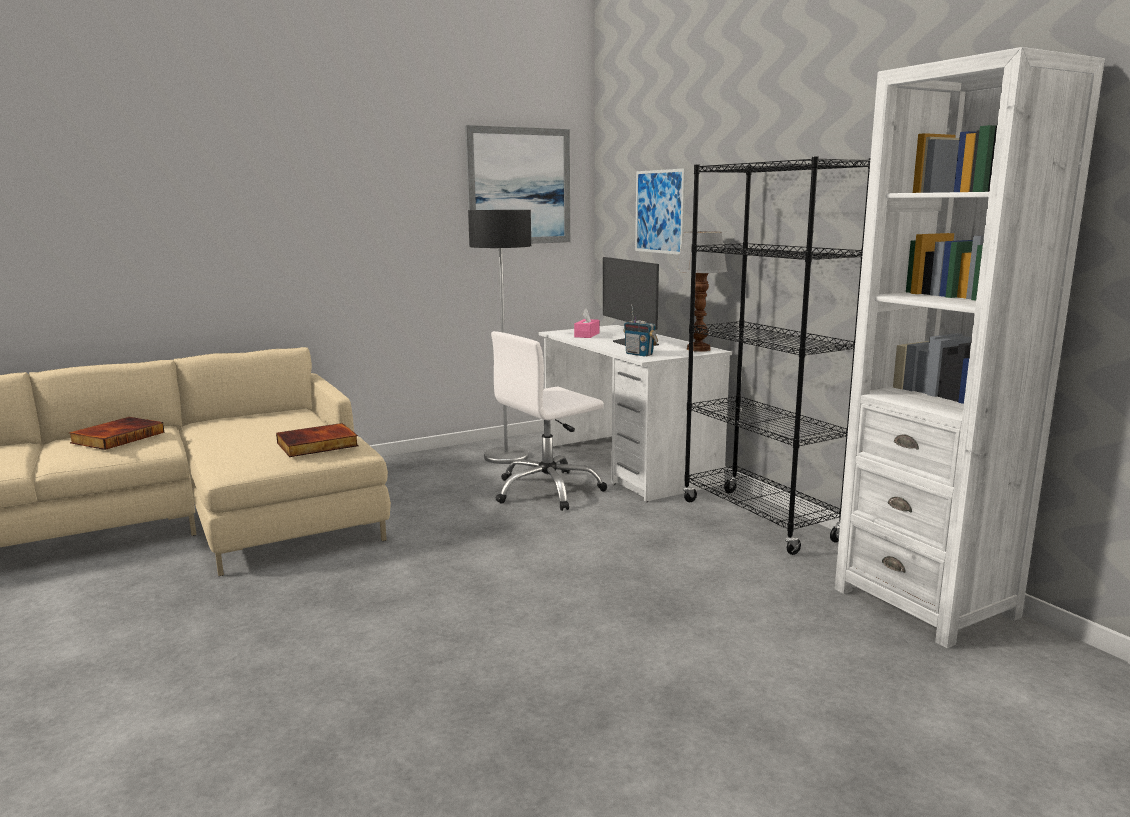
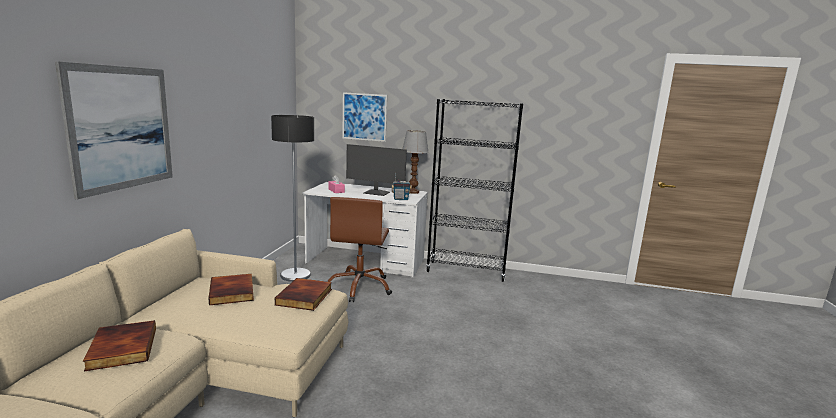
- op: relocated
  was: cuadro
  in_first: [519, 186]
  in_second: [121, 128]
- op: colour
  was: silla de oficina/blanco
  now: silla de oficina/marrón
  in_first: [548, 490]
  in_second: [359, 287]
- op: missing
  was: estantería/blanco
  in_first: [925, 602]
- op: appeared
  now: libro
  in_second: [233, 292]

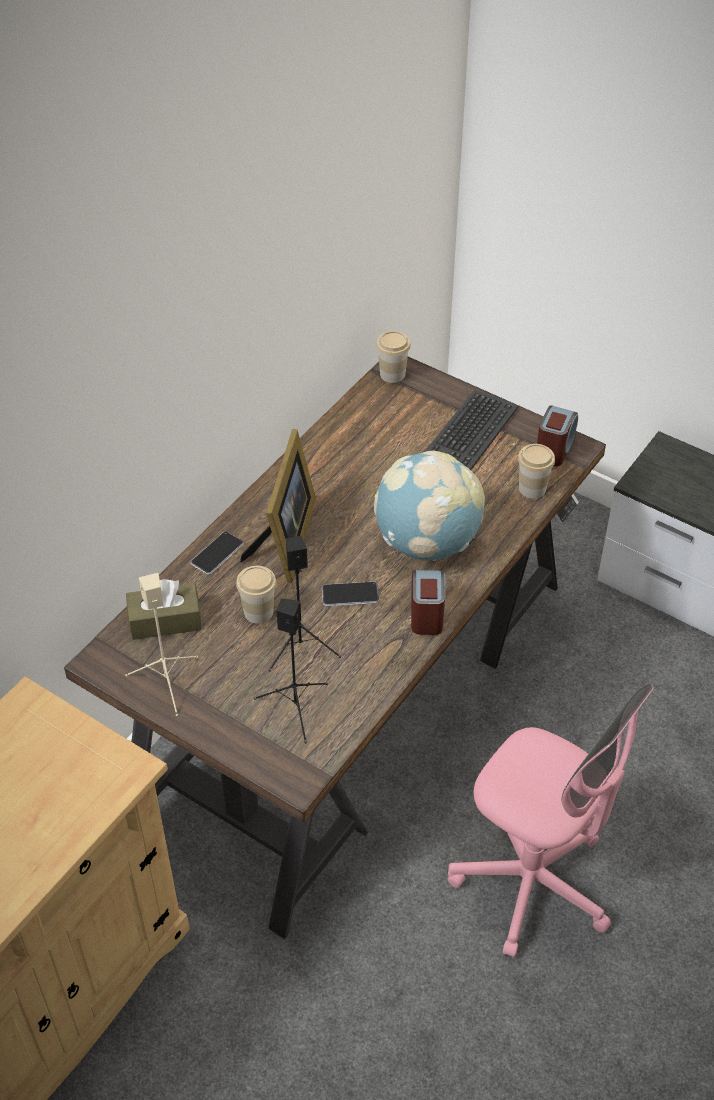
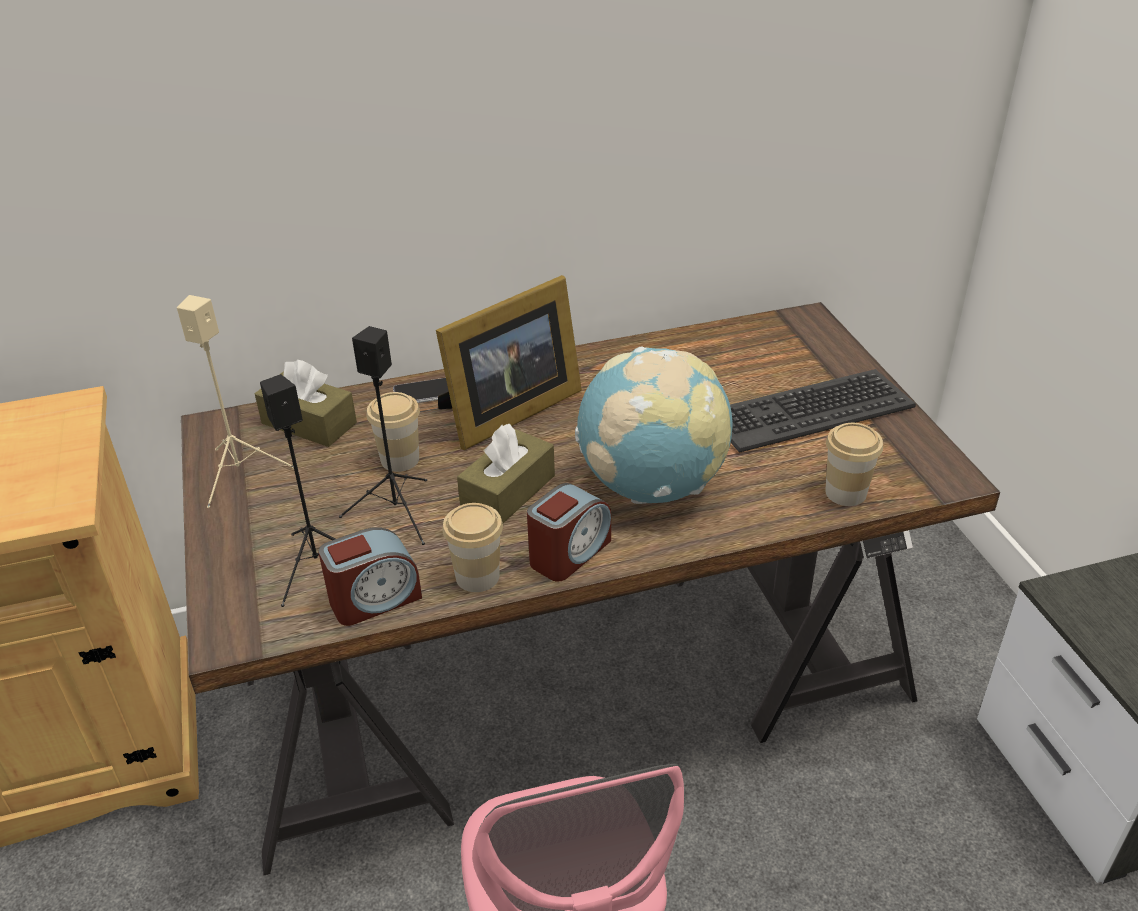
- op: exchanged
  was: móvil
  now: caja de pañuelos/marrón
  in_first: [350, 595]
  in_second: [508, 492]
- op: relocated
  was: taza
  in_first: [392, 374]
  in_second: [477, 576]
- op: relocated
  was: despertador
  in_first: [554, 448]
  in_second: [374, 599]

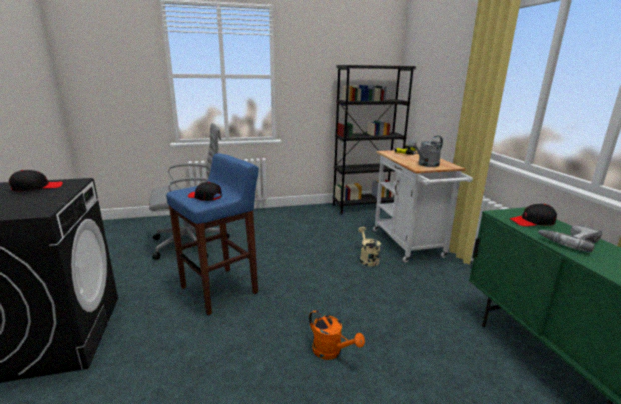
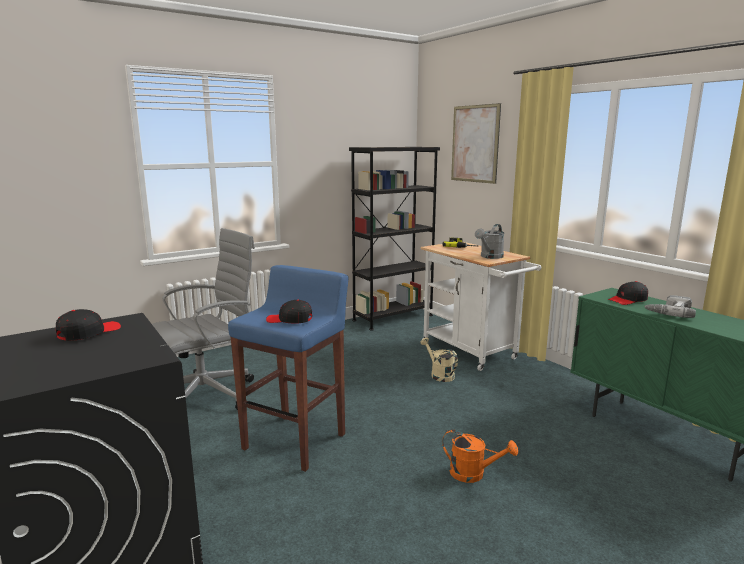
- op: appeared
  now: cuadro
  in_second: [474, 144]

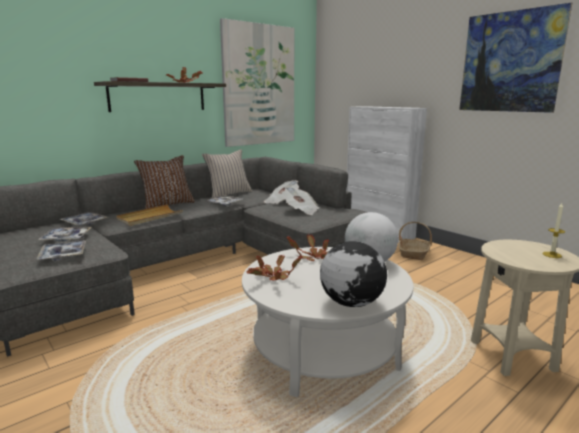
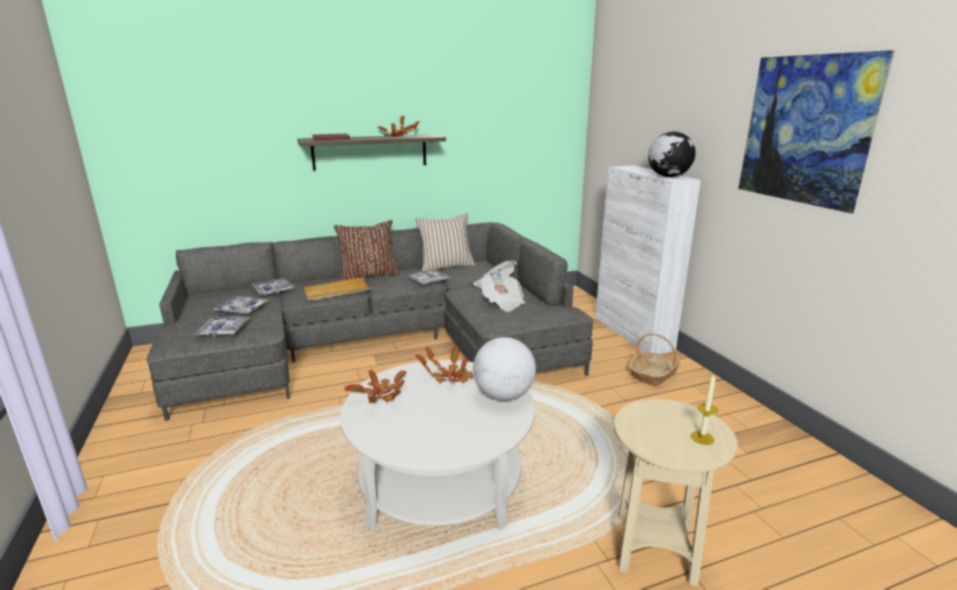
- op: missing
  was: cuadro
  in_first: [259, 85]
- op: relocated
  was: globo terráqueo
  in_first: [351, 303]
  in_second: [668, 176]

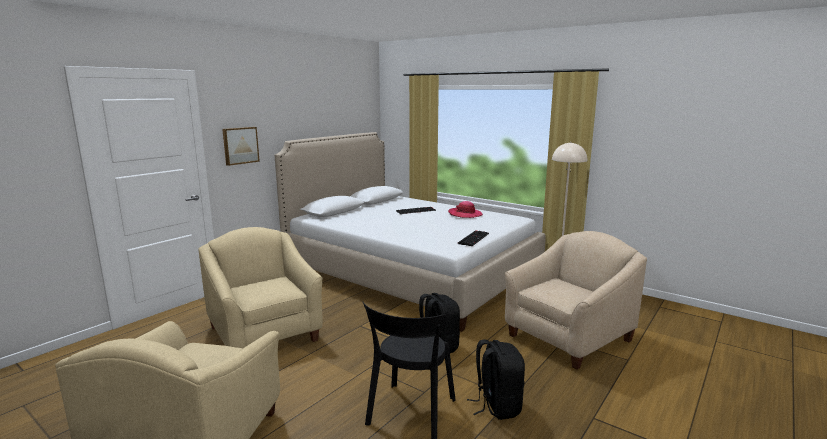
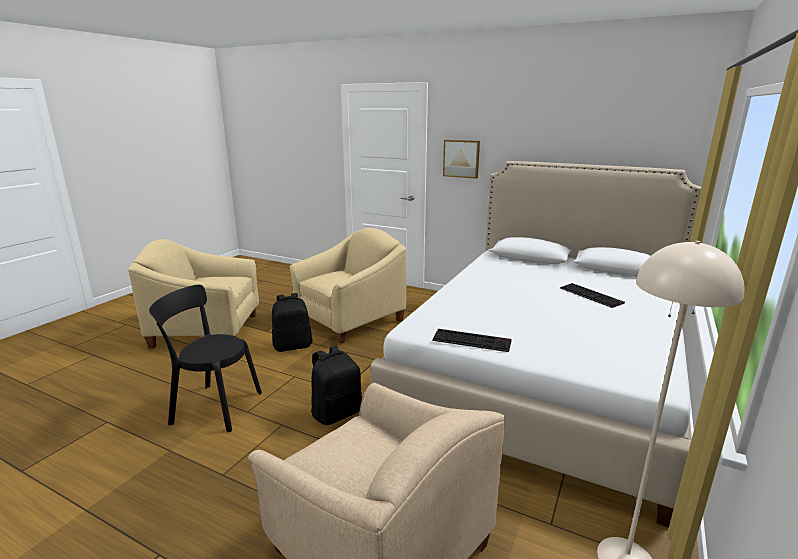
- op: missing
  was: sombrero
  in_first: [465, 214]
- op: relocated
  was: mochila/negro
  in_first: [497, 405]
  in_second: [293, 346]

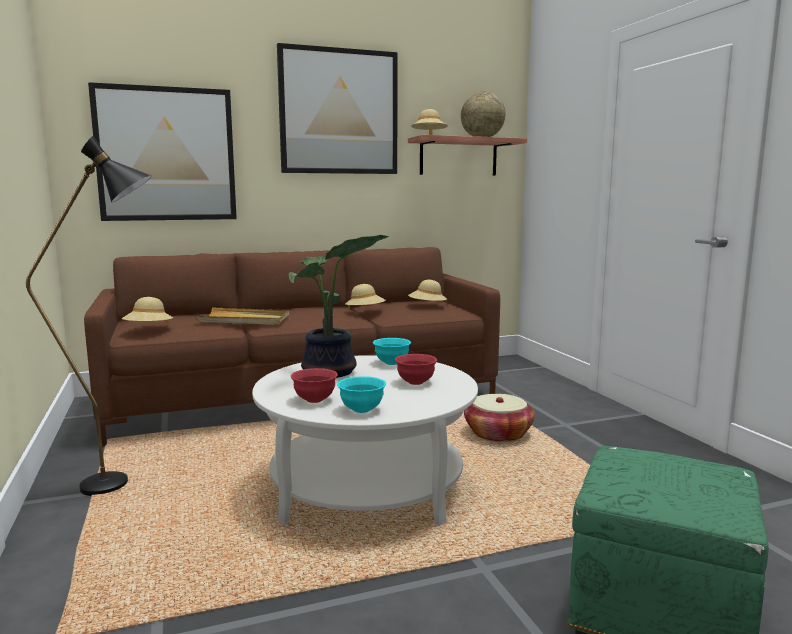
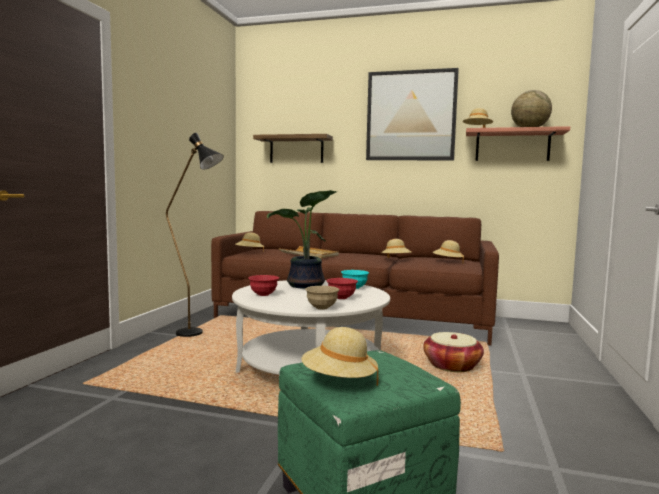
- op: exchanged
  was: cuadro
  now: estante
  in_first: [166, 154]
  in_second: [296, 149]
- op: missing
  was: cuenco/turquesa
  in_first: [361, 410]
- op: appeared
  now: sombrero/beis
  in_second: [339, 381]
- op: appeared
  now: cuenco/beis
  in_second: [321, 308]

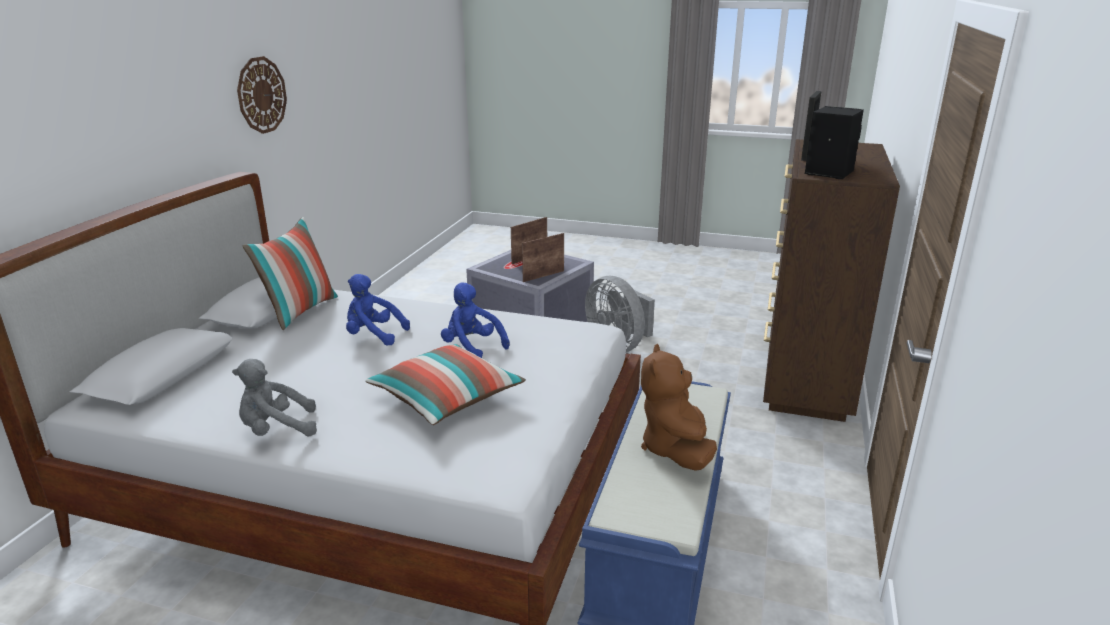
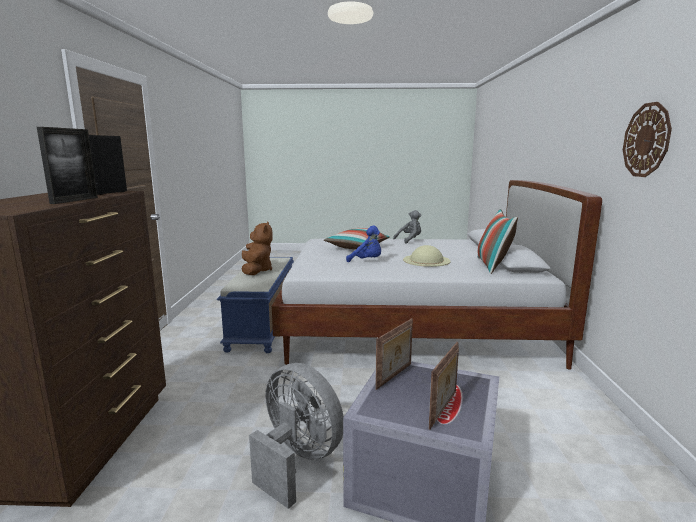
- op: exchanged
  was: peluche/azul
  now: sombrero/beis
  in_first: [373, 335]
  in_second: [426, 260]

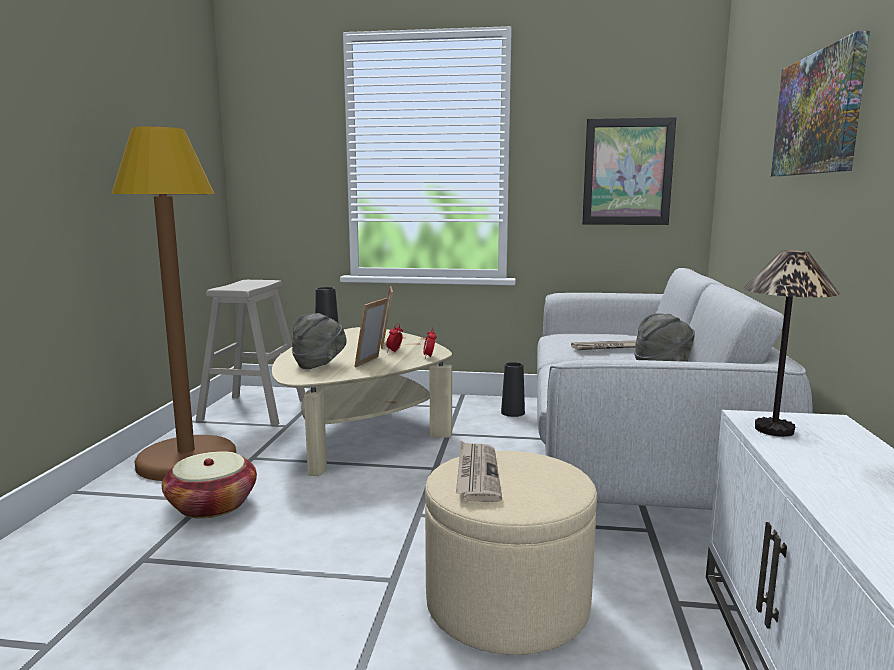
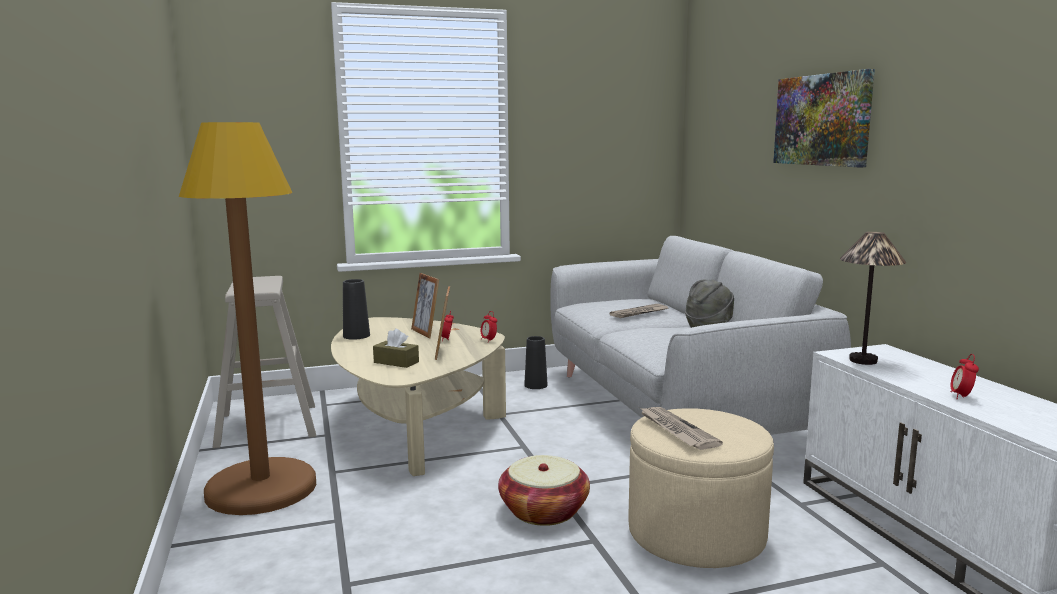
- op: relocated
  was: cesta
  in_first: [212, 505]
  in_second: [544, 511]
- op: exchanged
  was: sombrero/gris
  now: caja de pañuelos/marrón
  in_first: [319, 365]
  in_second: [396, 362]
- op: missing
  was: cuadro
  in_first: [627, 172]
- op: appeared
  now: despertador
  in_second: [961, 396]

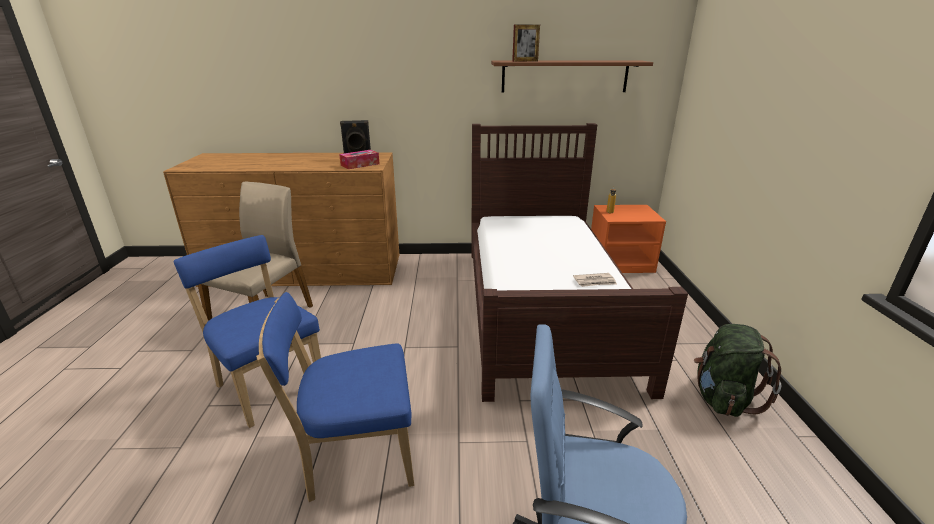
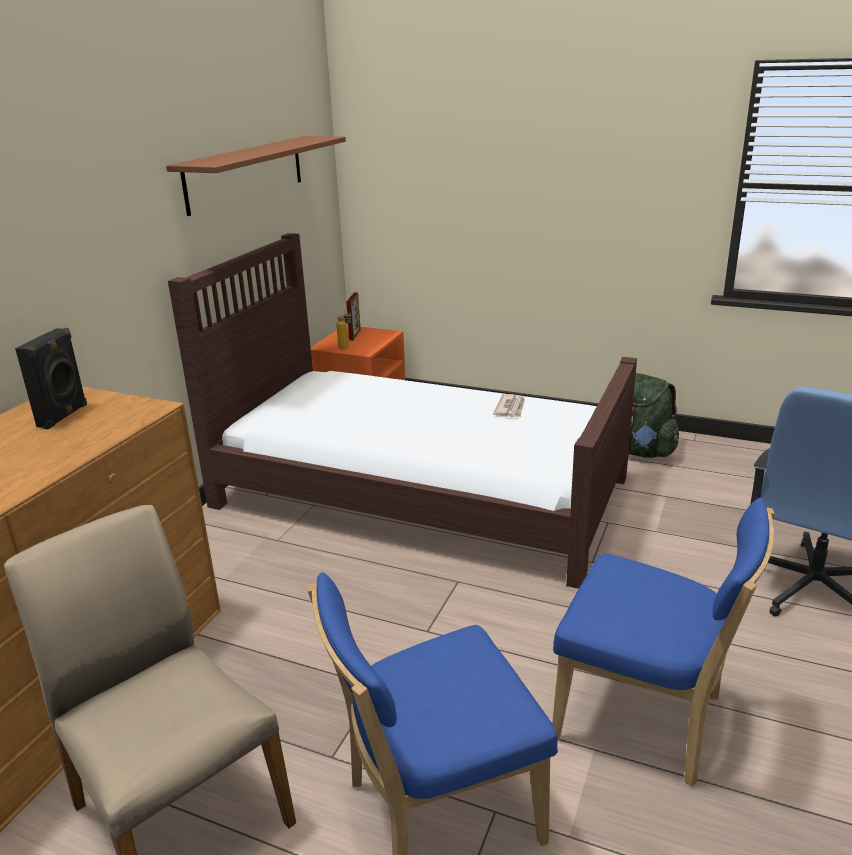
- op: spun
  was: silla/azul
  in_first: [355, 456]
  in_second: [646, 720]
  clockwise: -75
- op: missing
  was: caja de pañuelos
  in_first: [360, 165]
- op: relocated
  was: portarretratos
  in_first: [525, 61]
  in_second: [355, 335]

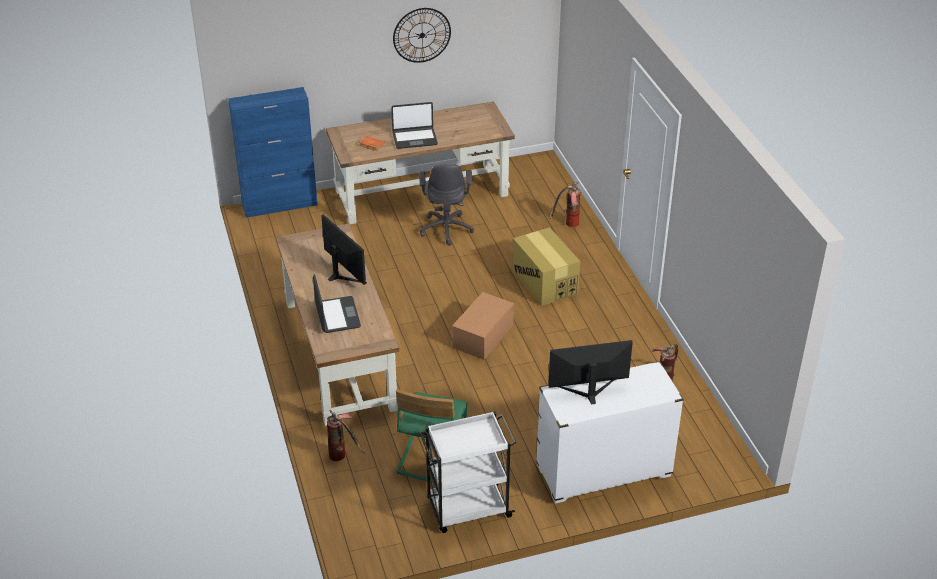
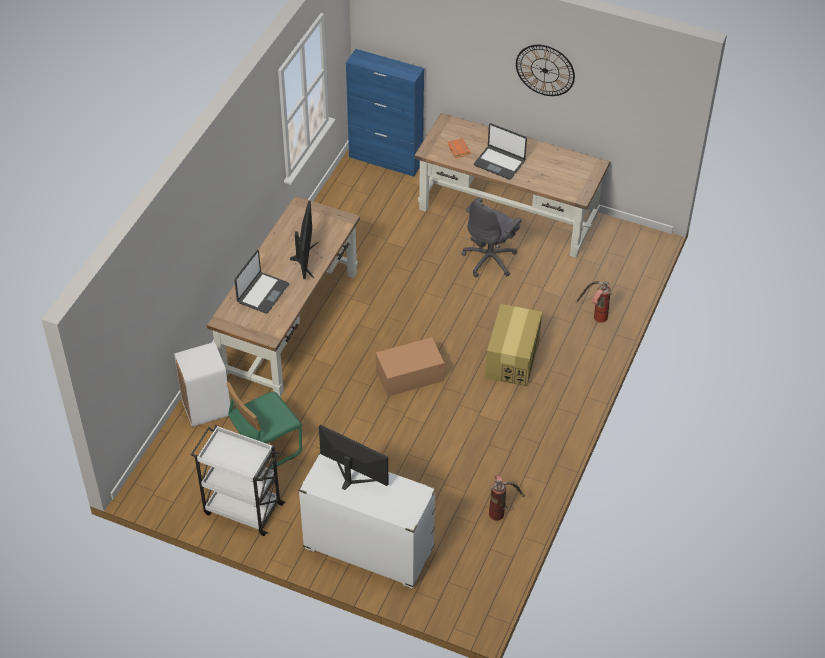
- op: exchanged
  was: extintor
  now: papelera/blanco
  in_first: [343, 455]
  in_second: [206, 408]

